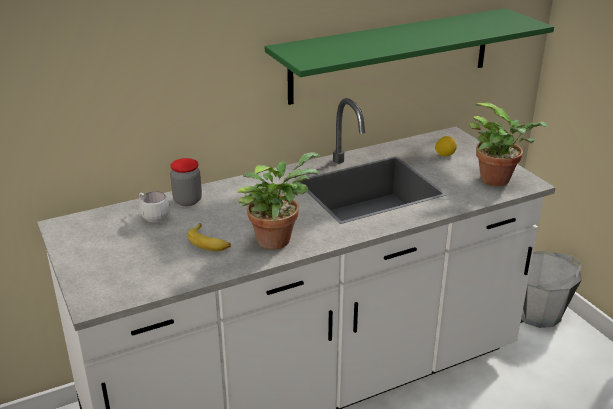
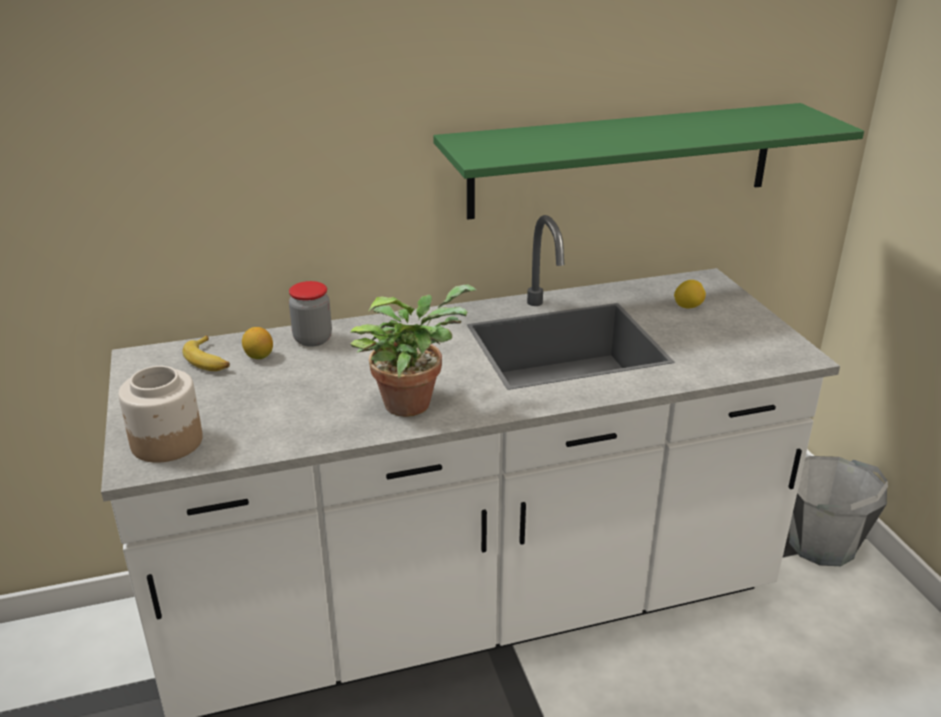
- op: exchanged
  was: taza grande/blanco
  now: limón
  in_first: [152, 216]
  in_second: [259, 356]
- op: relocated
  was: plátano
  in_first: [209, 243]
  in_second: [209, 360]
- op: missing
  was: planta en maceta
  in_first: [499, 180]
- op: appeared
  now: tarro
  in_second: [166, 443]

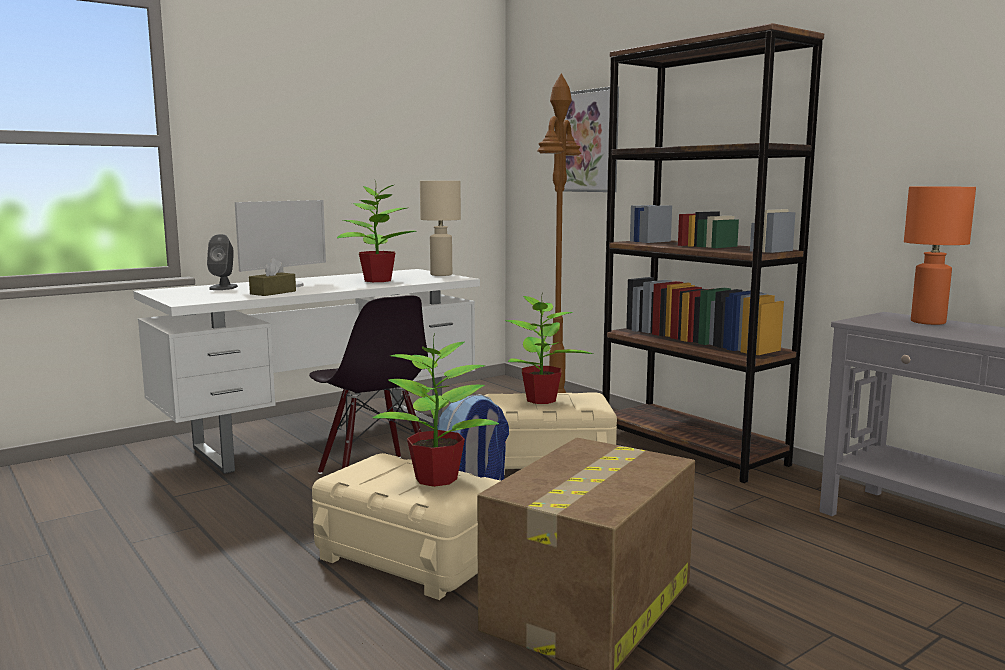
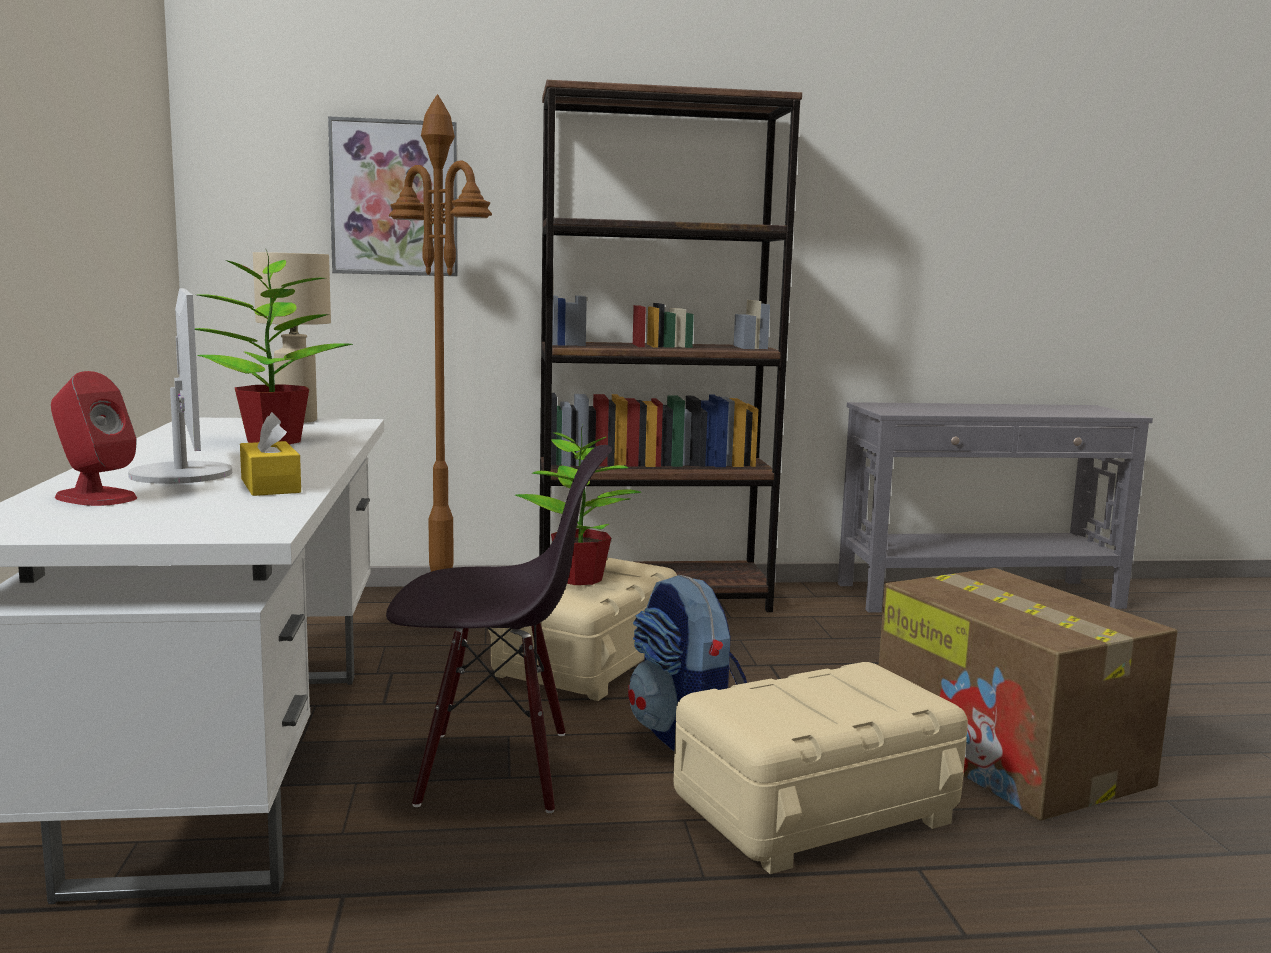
- op: colour
  was: altavoz/gris
  now: altavoz/rojo
  in_first: [223, 287]
  in_second: [95, 497]
- op: colour
  was: caja de pañuelos/marrón
  now: caja de pañuelos/amarillo
  in_first: [273, 292]
  in_second: [270, 486]
- op: missing
  was: planta en maceta
  in_first: [437, 478]
- op: missing
  was: lámpara de mesa/naranja
  in_first: [928, 322]

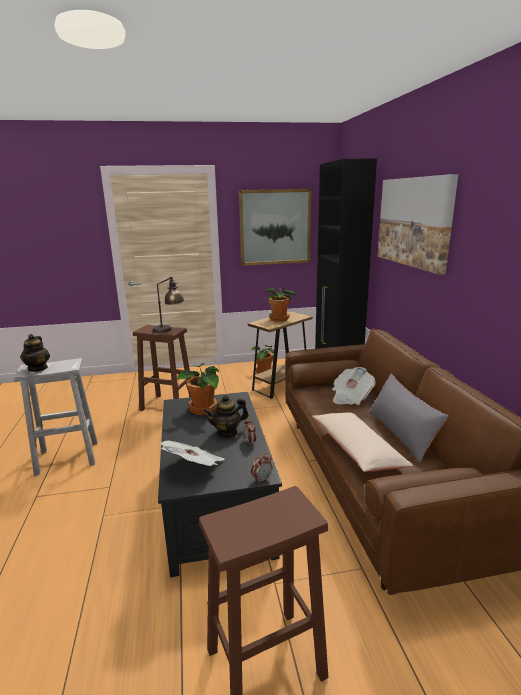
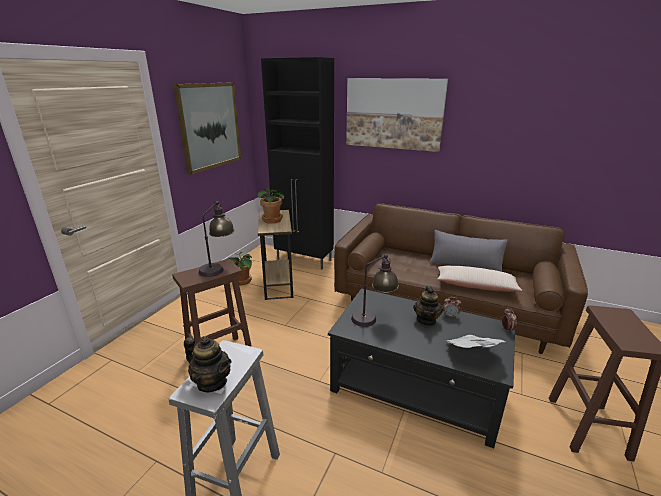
- op: exchanged
  was: planta en maceta
  now: lámpara de mesa
  in_first: [203, 409]
  in_second: [373, 318]
- op: missing
  was: periódico
  in_first: [350, 397]

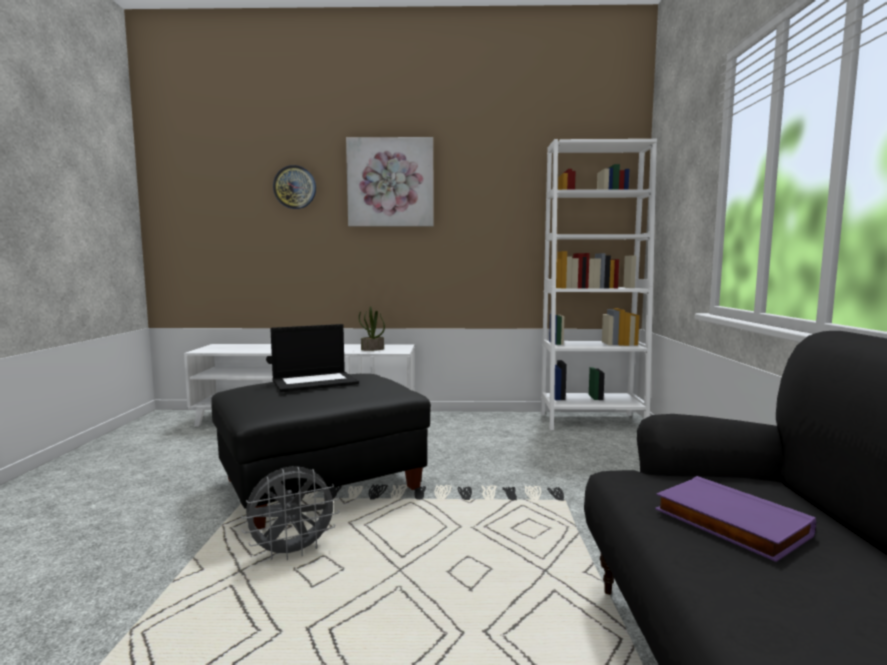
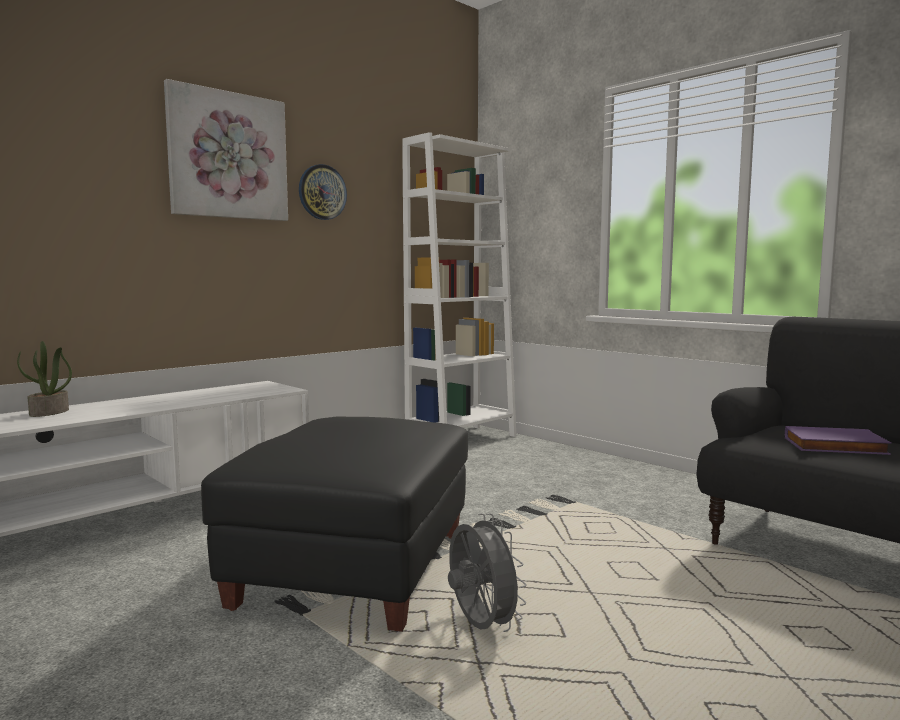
- op: spun
  was: ventilador/gris
  in_first: [292, 552]
  in_second: [480, 627]
  clockwise: -45
- op: missing
  was: portátil
  in_first: [315, 382]
- op: relocated
  was: reloj de pared
  in_first: [295, 187]
  in_second: [322, 192]
- op: relocated
  was: planta en maceta
  in_first: [372, 349]
  in_second: [49, 413]

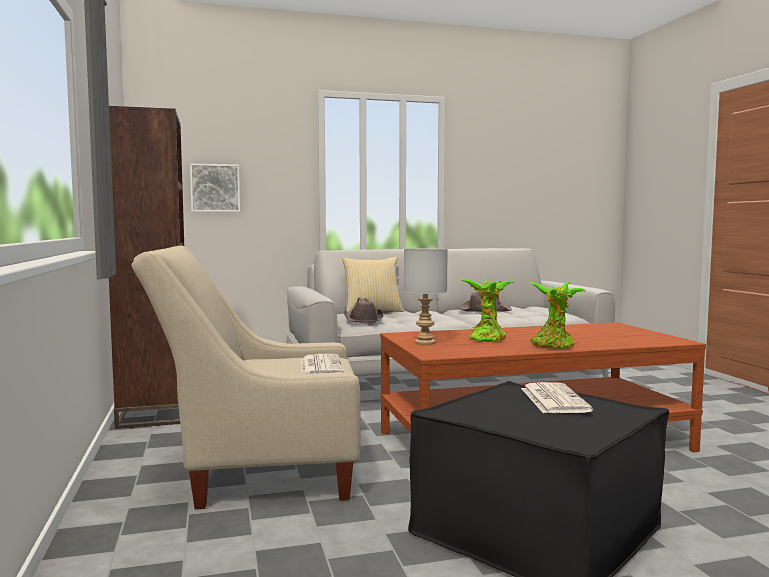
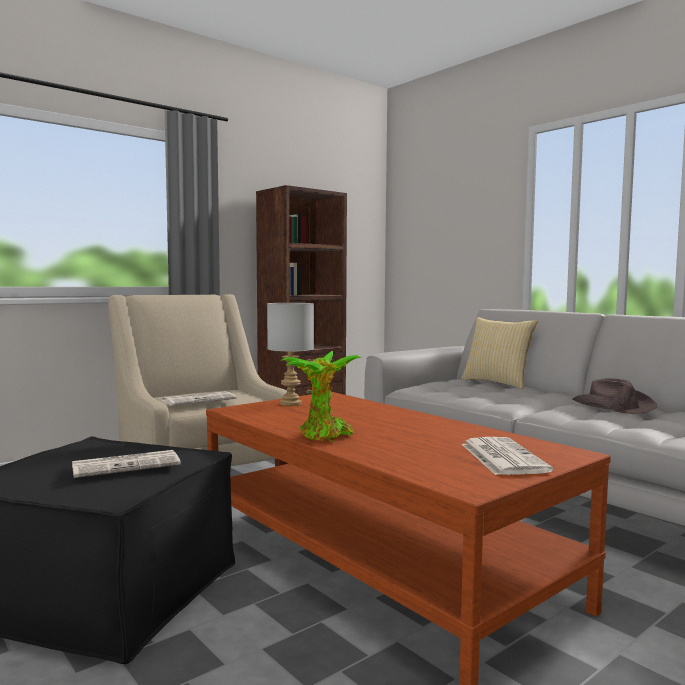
- op: missing
  was: cuadro
  in_first: [215, 188]
- op: missing
  was: sombrero/marrón
  in_first: [362, 319]
- op: missing
  was: planta en maceta
  in_first: [487, 338]
- op: appeared
  now: periódico
  in_second: [501, 457]

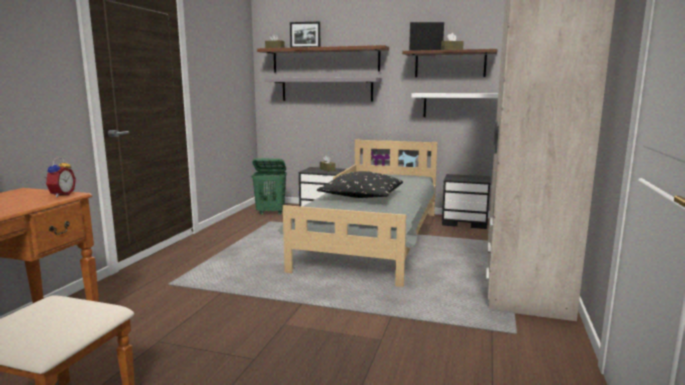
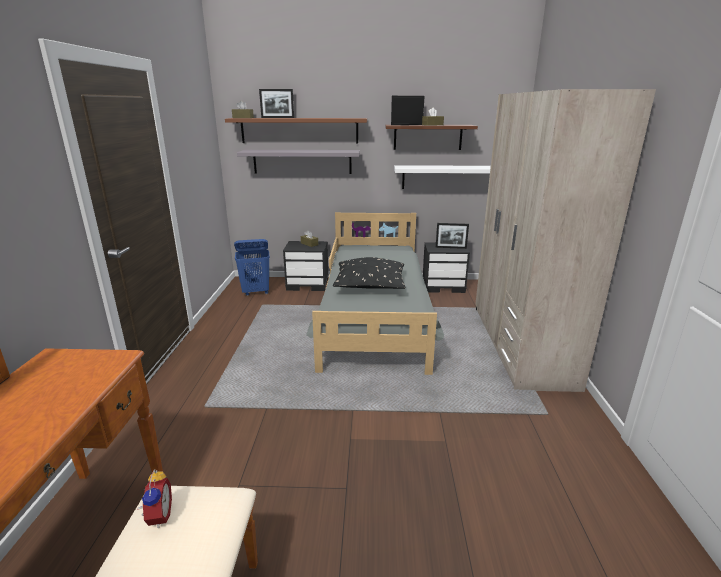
- op: relocated
  was: despertador
  in_first: [61, 195]
  in_second: [158, 516]
- op: colour
  was: cesto de la ropa/verde
  now: cesto de la ropa/azul
  in_first: [271, 212]
  in_second: [256, 292]
- op: appeared
  now: portarretratos
  in_second: [451, 247]

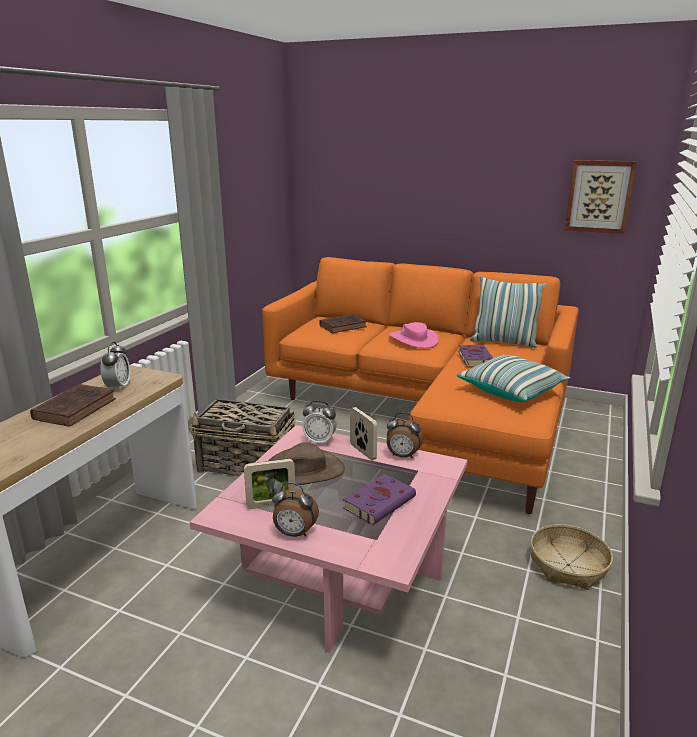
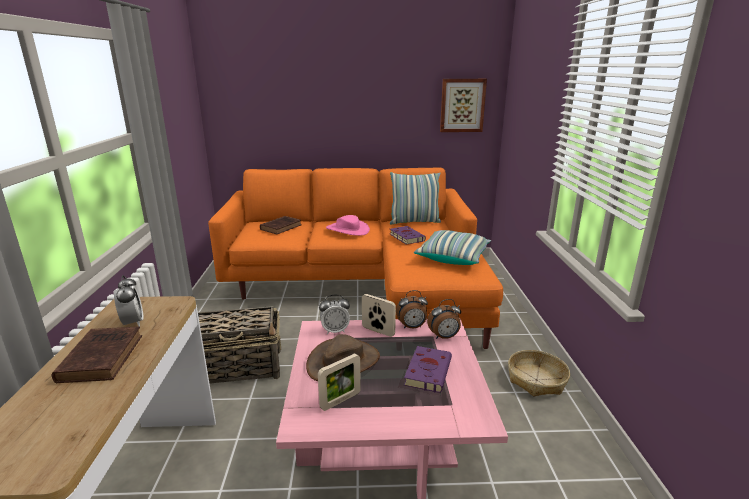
- op: relocated
  was: despertador
  in_first: [294, 534]
  in_second: [444, 337]

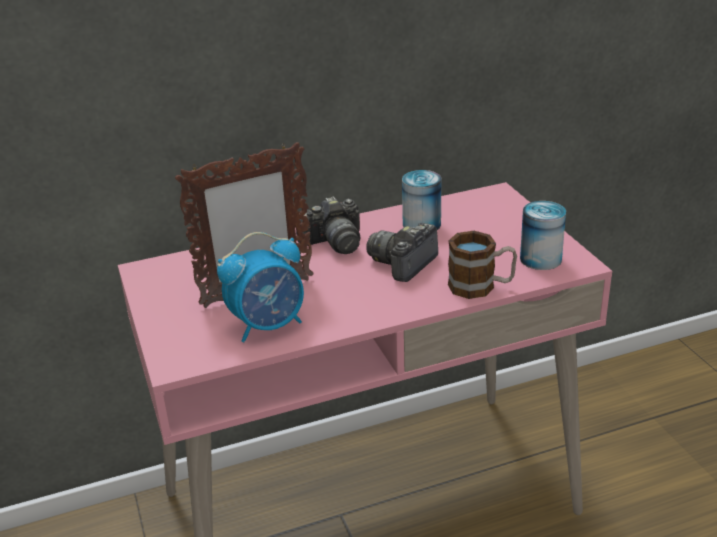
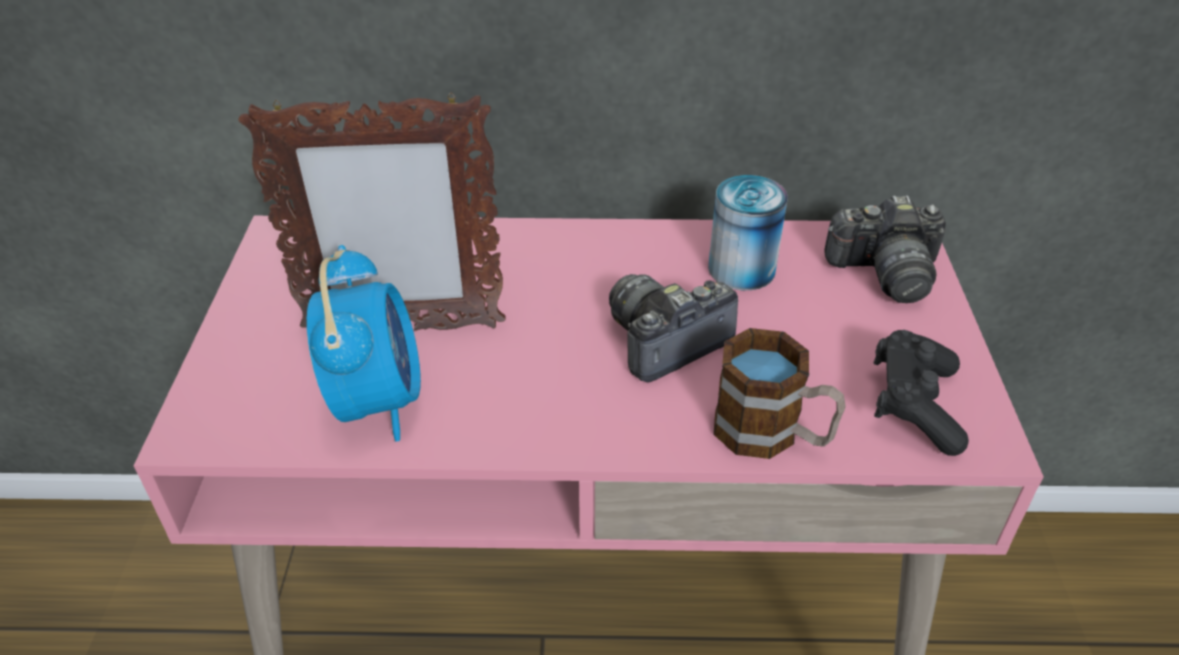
- op: spun
  was: despertador
  in_first: [268, 325]
  in_second: [378, 401]
  clockwise: -90
- op: relocated
  was: cámara
  in_first: [334, 243]
  in_second: [885, 273]
- op: exchanged
  was: lata
  now: mando de consola/negro
  in_first: [540, 259]
  in_second: [914, 405]

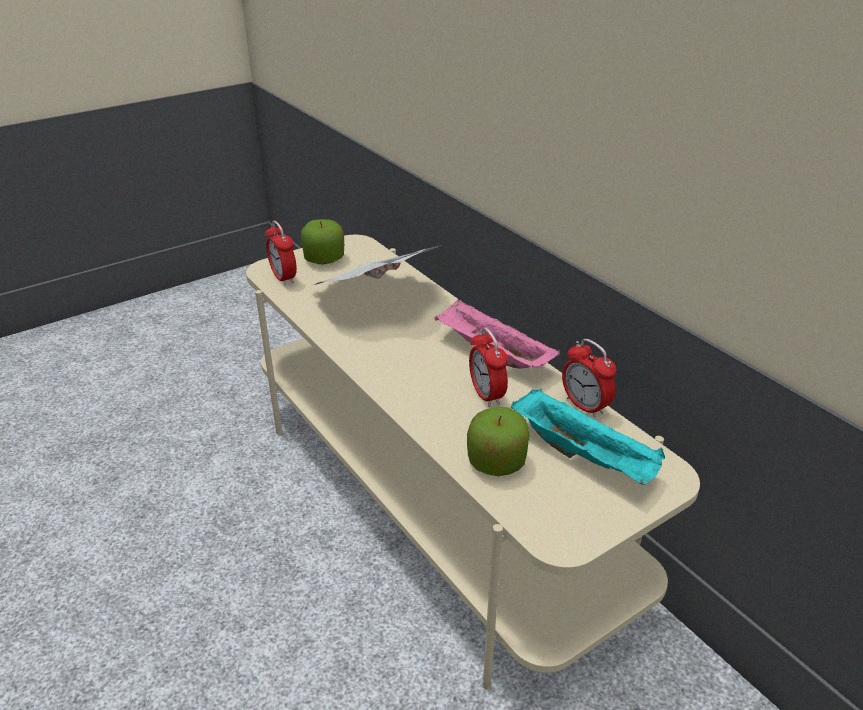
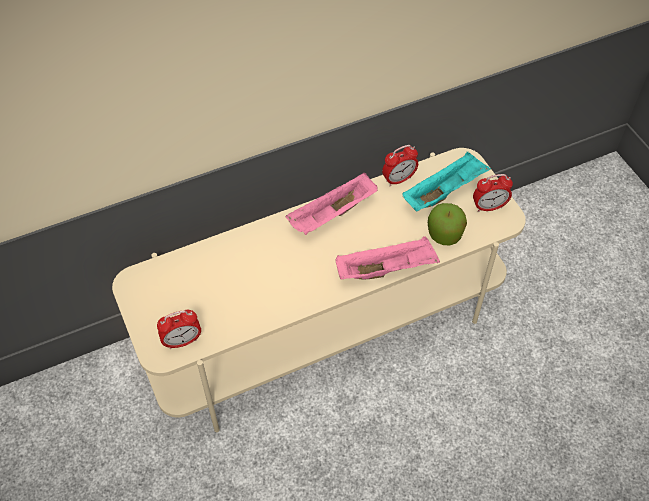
- op: missing
  was: manzana
  in_first: [324, 259]
- op: missing
  was: periódico
  in_first: [375, 297]
- op: relocated
  was: despertador
  in_first: [486, 395]
  in_second: [489, 207]
- op: appeared
  now: bandeja/rosa
  in_second: [387, 269]

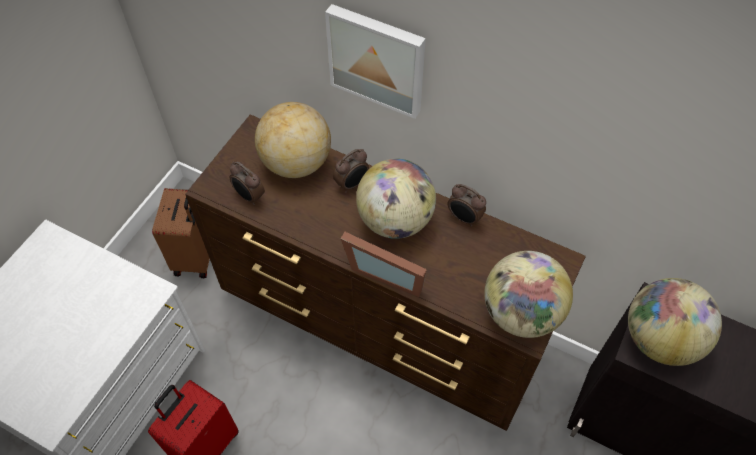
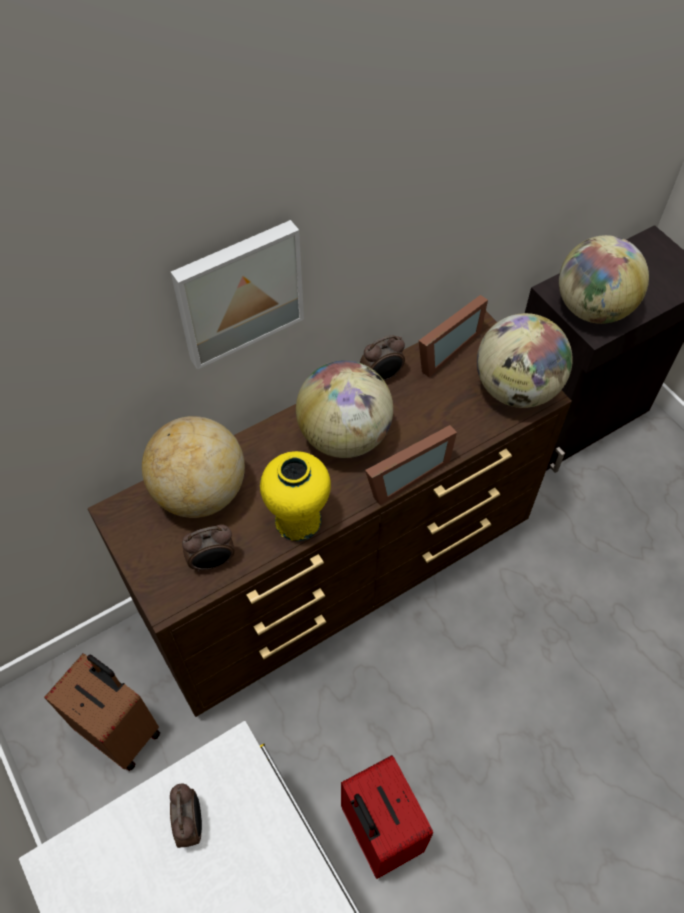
- op: relocated
  was: despertador
  in_first: [352, 184]
  in_second: [191, 822]
- op: appeared
  now: florero/amarillo
  in_second: [297, 520]
- op: appeared
  now: portarretratos
  in_second: [442, 349]

